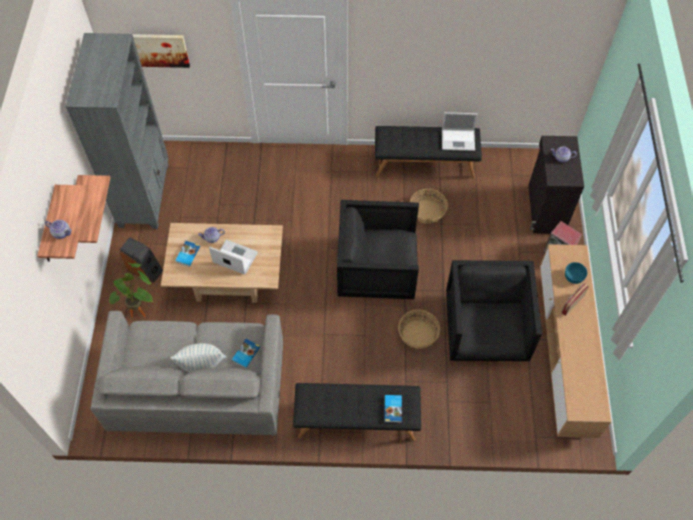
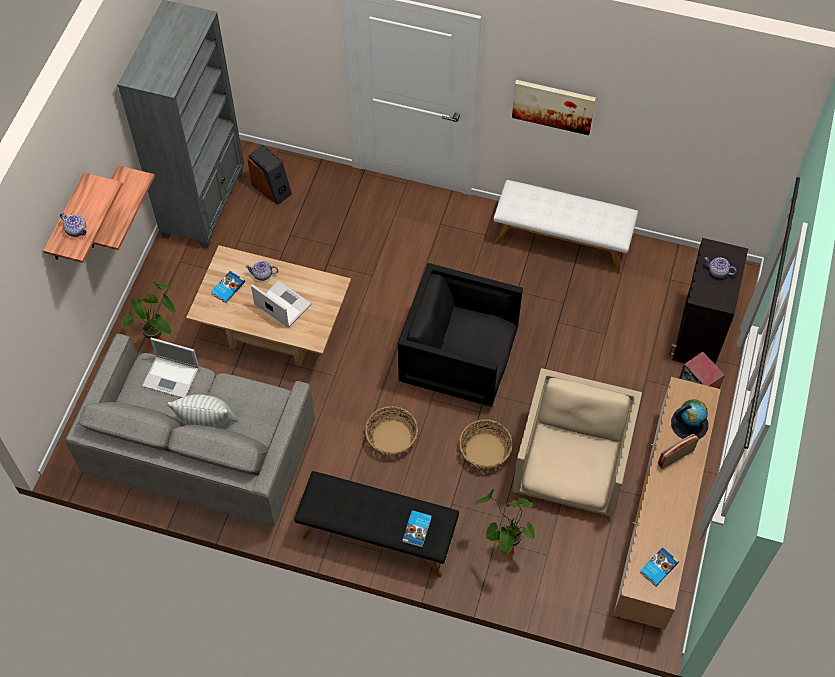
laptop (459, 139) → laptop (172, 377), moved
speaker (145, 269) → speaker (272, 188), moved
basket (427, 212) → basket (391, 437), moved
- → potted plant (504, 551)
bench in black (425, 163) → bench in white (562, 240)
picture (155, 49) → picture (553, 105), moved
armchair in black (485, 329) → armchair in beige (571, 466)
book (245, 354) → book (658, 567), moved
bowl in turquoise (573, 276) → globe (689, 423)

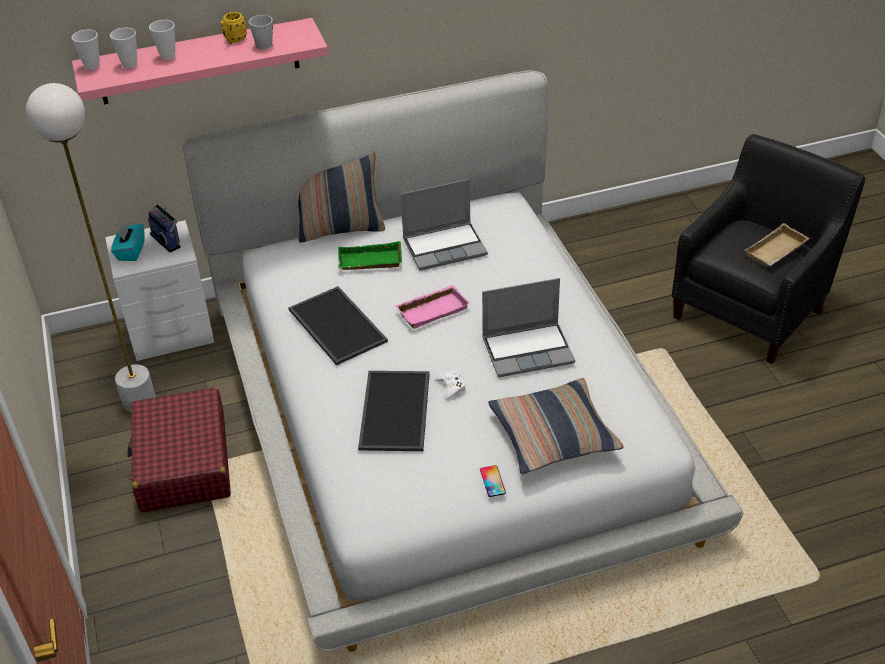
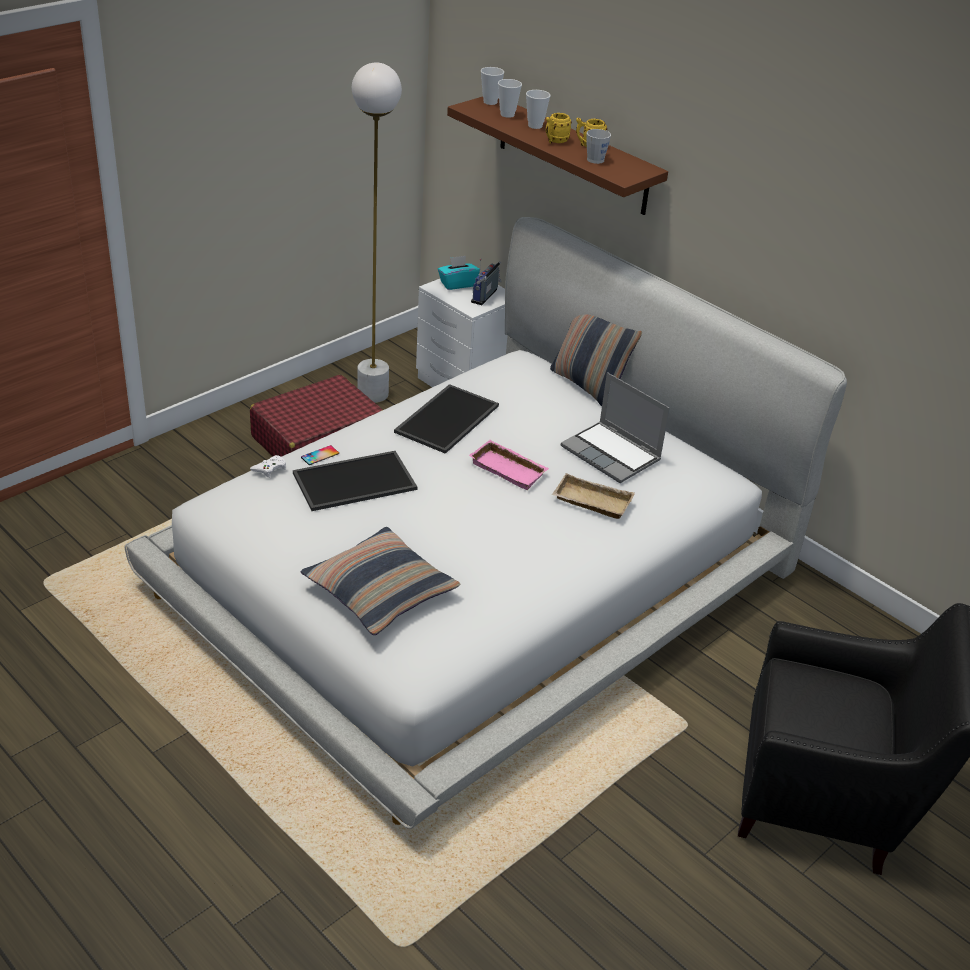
game controller in white (451, 387) → game controller in white (270, 469), moved
phone (492, 481) → phone (320, 455), moved
shelf in pink (199, 62) → shelf in brown (573, 155)
- → mug in yellow (555, 141)
tray in beige (776, 252) → tray in beige (590, 502), moved
tray in green (369, 262) → -
laptop (528, 350) → -

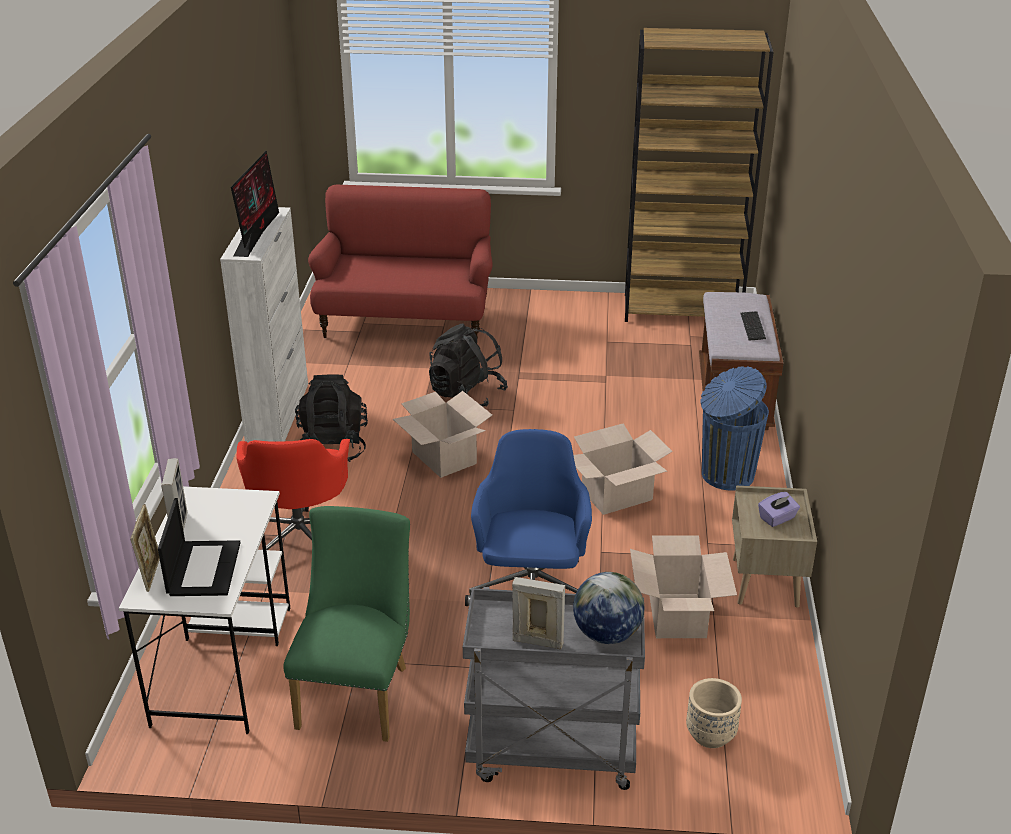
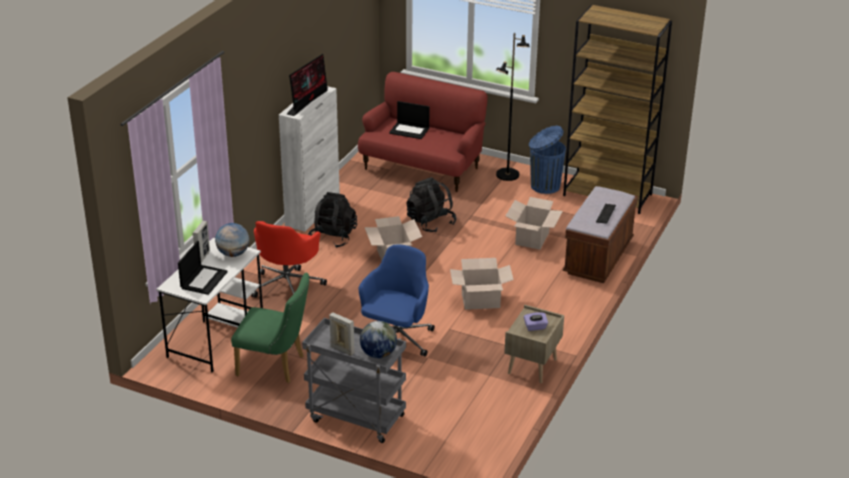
- → globe (233, 254)
chair in green (358, 692) → chair in green (275, 366), 75 degrees clockwise
- → laptop (410, 130)
- → floor lamp in black (507, 175)
cardboard box (676, 616) → cardboard box (532, 238), moved
trash can in blue (725, 475) → trash can in blue (544, 186), moved
picture frame (151, 573) → -
planter in beige (711, 735) → -

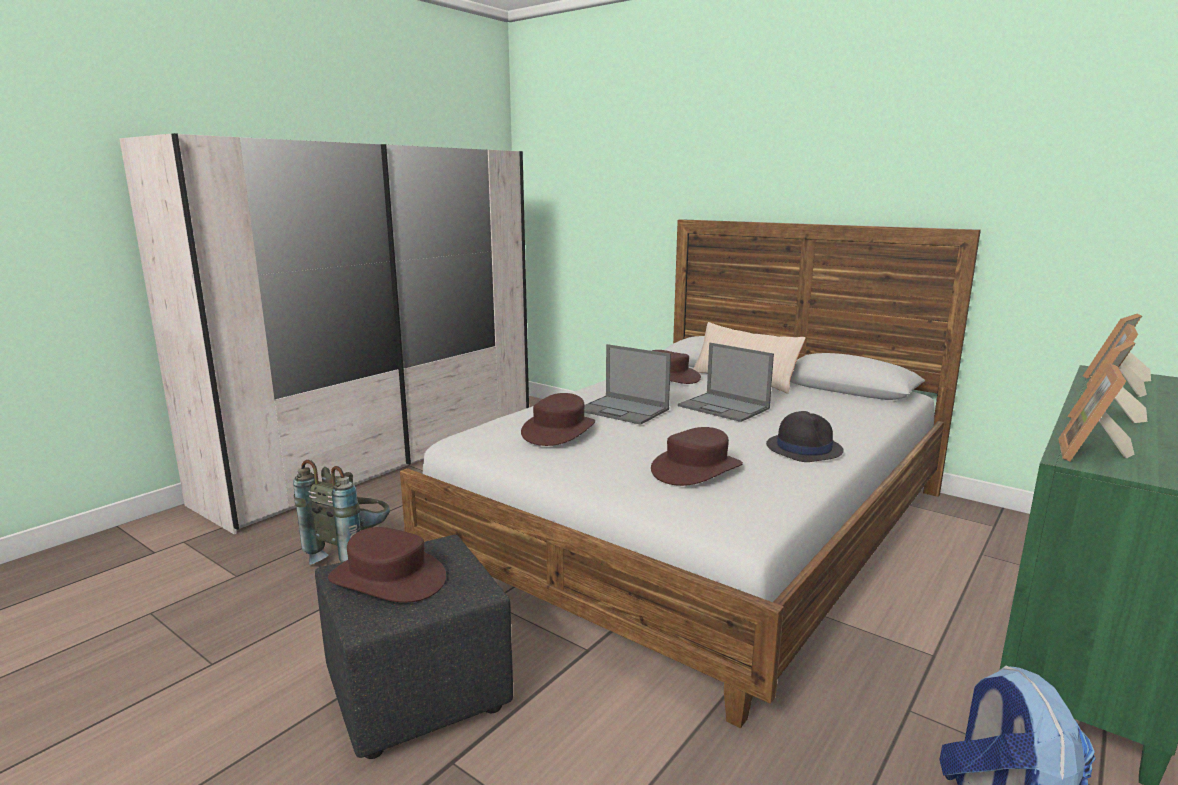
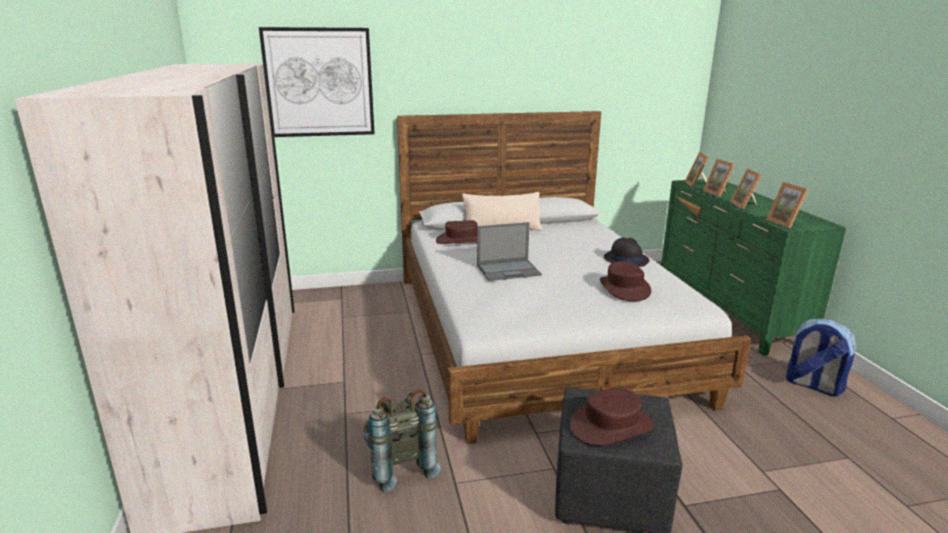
- → picture (319, 83)
hat in brown (559, 430) → -
laptop (724, 407) → -

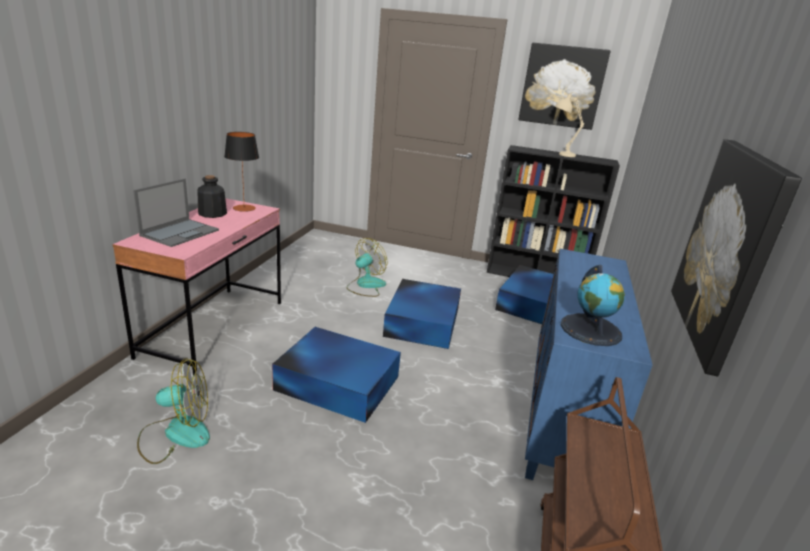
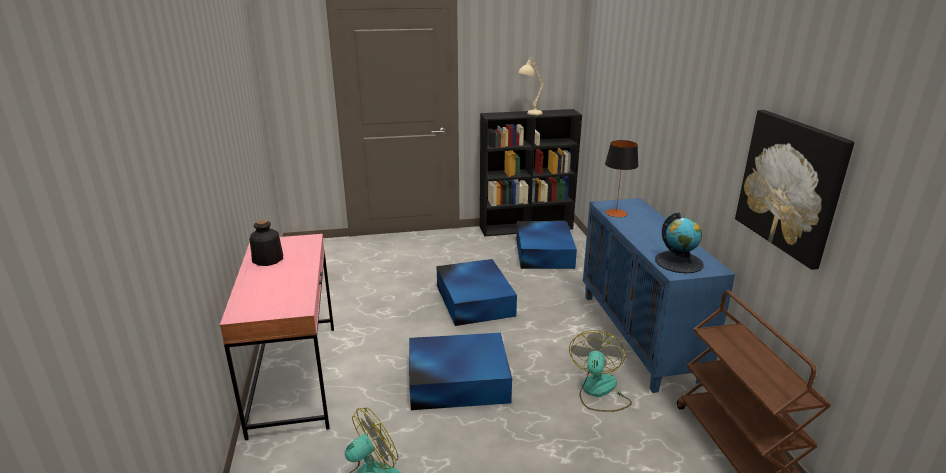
fan (365, 285) → fan (598, 392), moved
table lamp (244, 208) → table lamp (616, 213), moved
laptop (180, 232) → -
picture (562, 86) → -

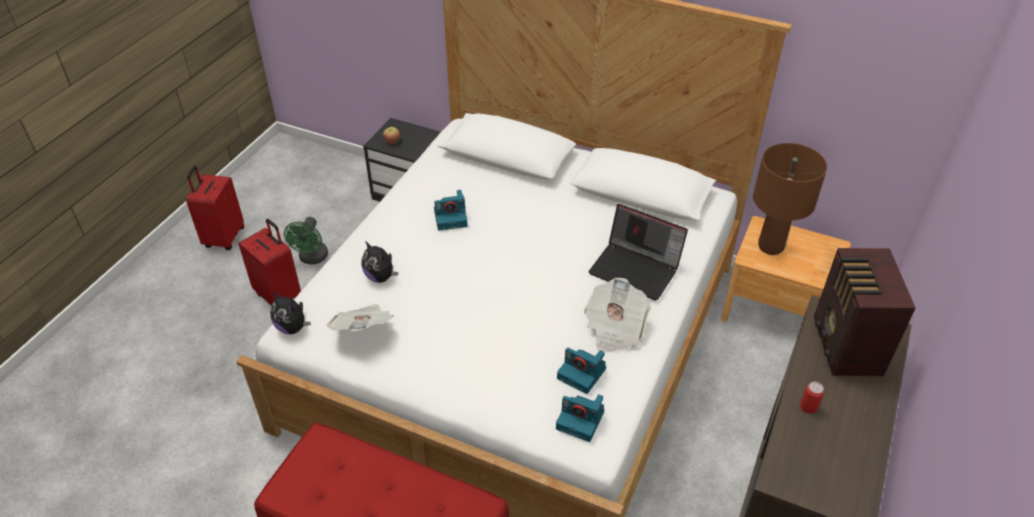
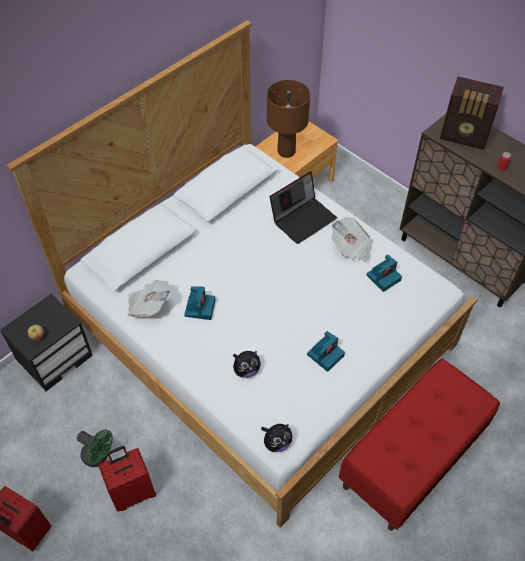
newspaper (363, 329) → newspaper (149, 305), moved
photo camera (581, 420) → photo camera (325, 354), moved

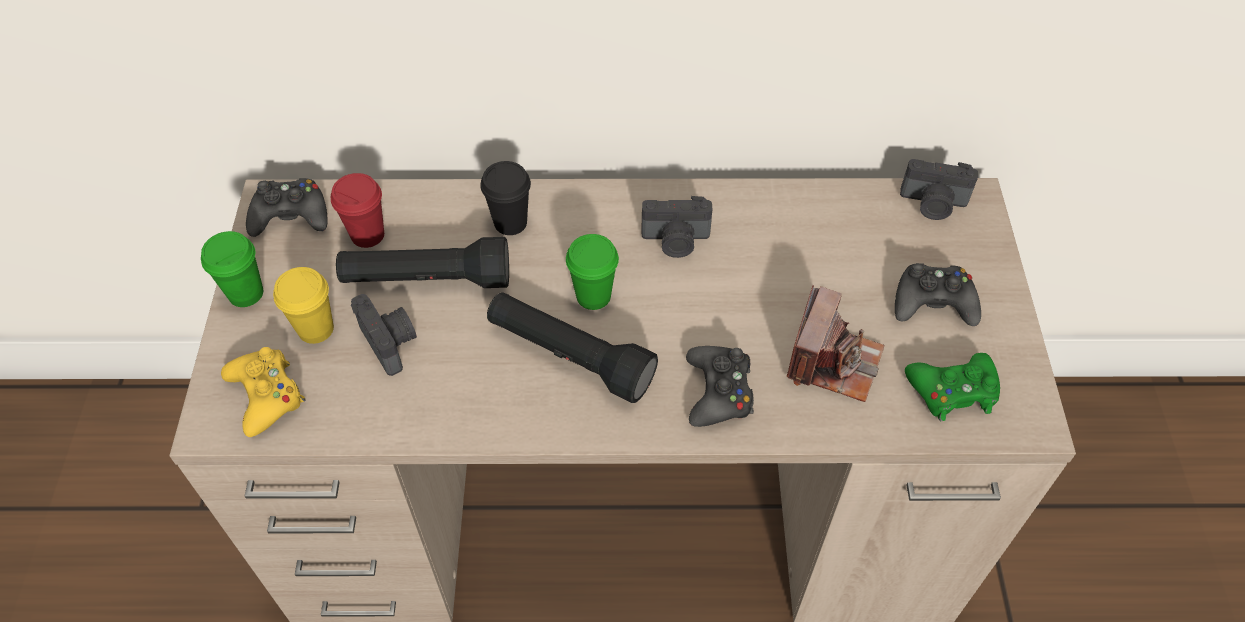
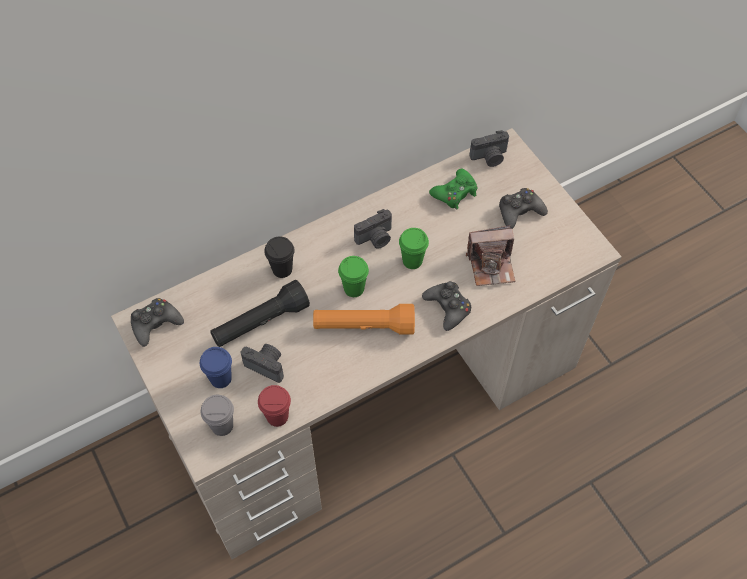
cup in yellow (316, 329) → cup in blue (221, 378)
game controller in yellow (267, 395) → cup in grey (222, 426)
cup in red (367, 235) → cup in red (277, 416), moved
flashlight in black (569, 356) → flashlight in orange (364, 326)
cup in green (246, 293) → cup in green (412, 261), moved
game controller in green (953, 391) → game controller in green (455, 193), moved
photo camera (832, 361) → photo camera (491, 265), 90 degrees clockwise

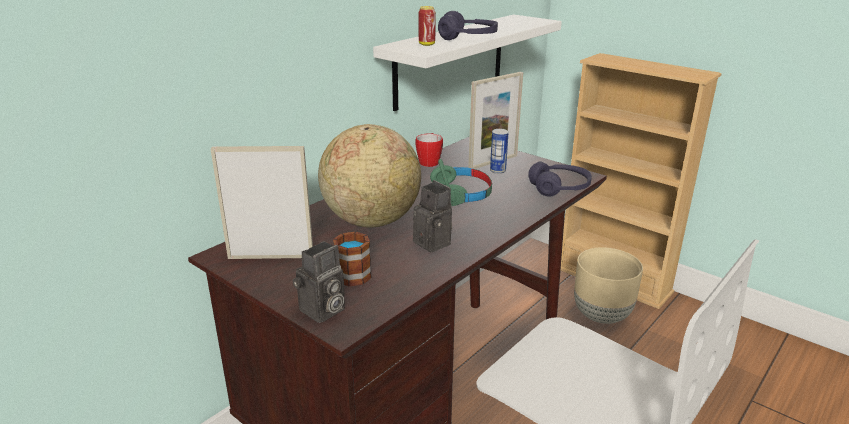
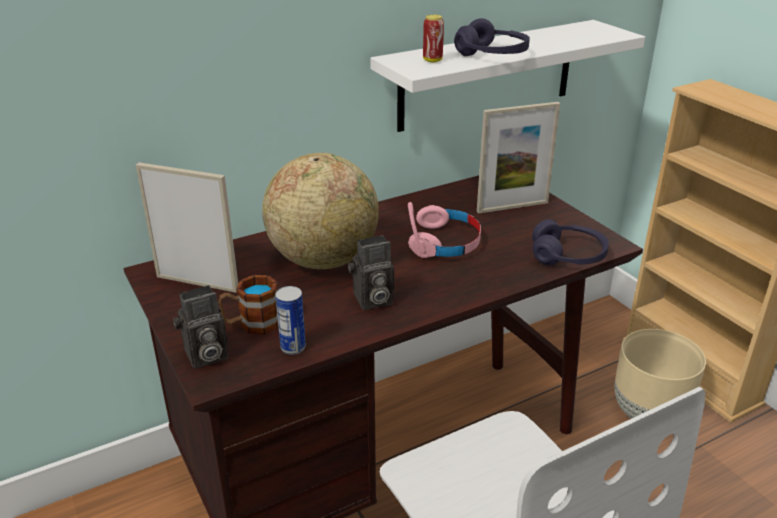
can (497, 170) → can (293, 347), moved
photo camera (435, 243) → photo camera (371, 300), 90 degrees clockwise
headphones in green (461, 193) → headphones in pink (445, 243)
mug (429, 161) → -

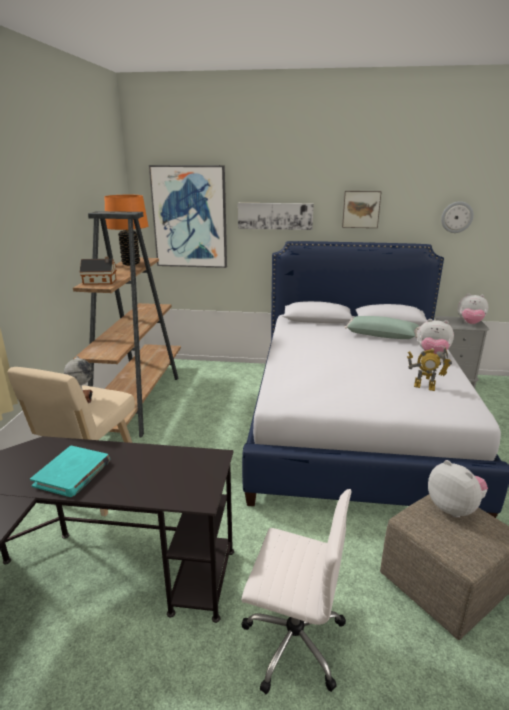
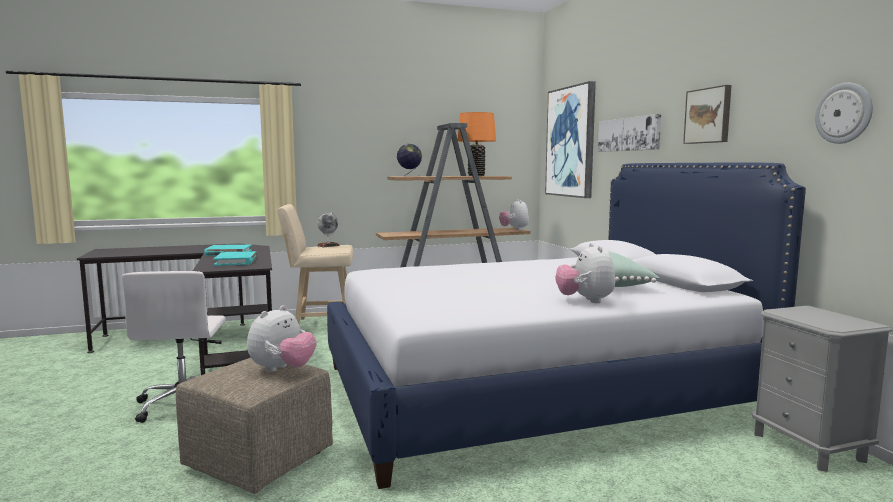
- → book in turquoise (236, 261)
toy house (101, 282) → globe (409, 176)
plush toy (470, 324) → plush toy (514, 229), moved
toy robot (424, 387) → -

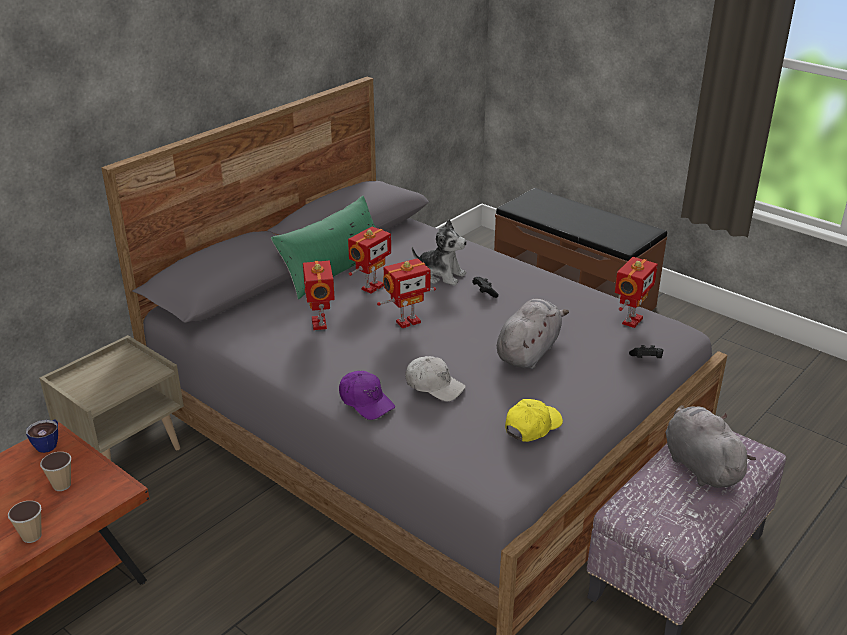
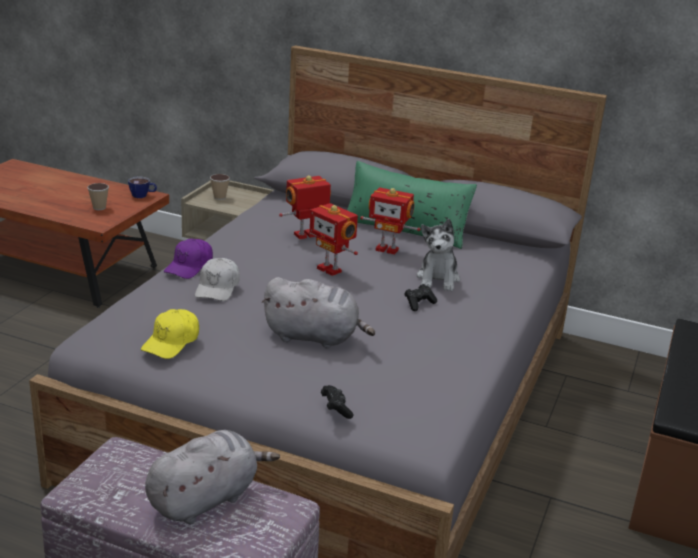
cap in yellow (532, 426) → cap in yellow (172, 342), 90 degrees clockwise
cup (32, 536) → cup (219, 197), moved
toy robot (630, 320) → -

